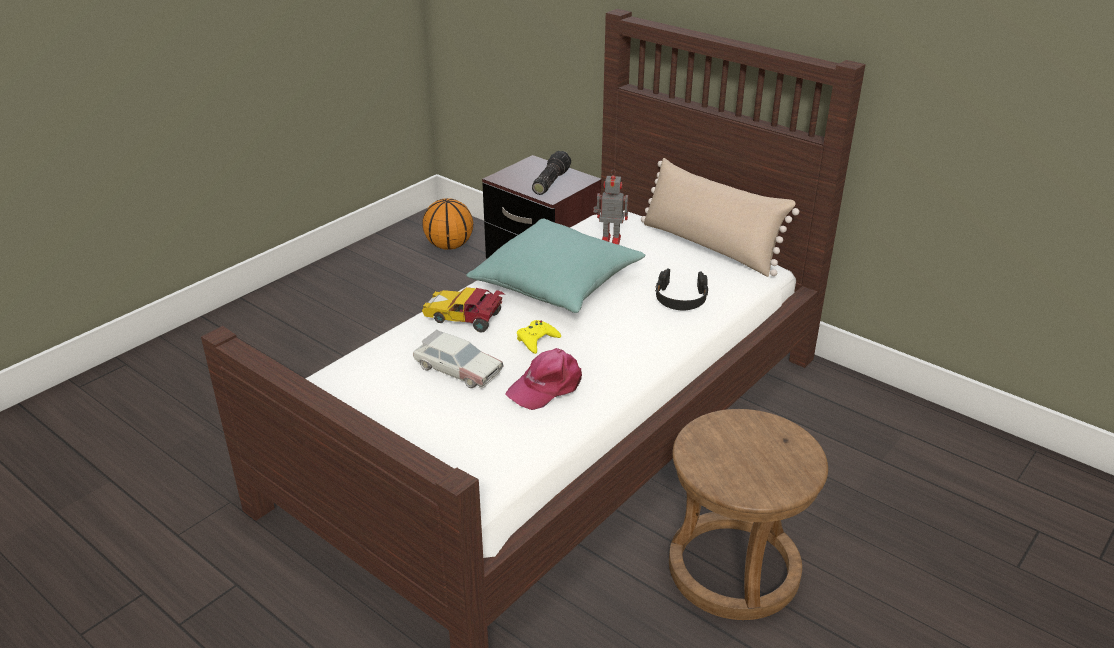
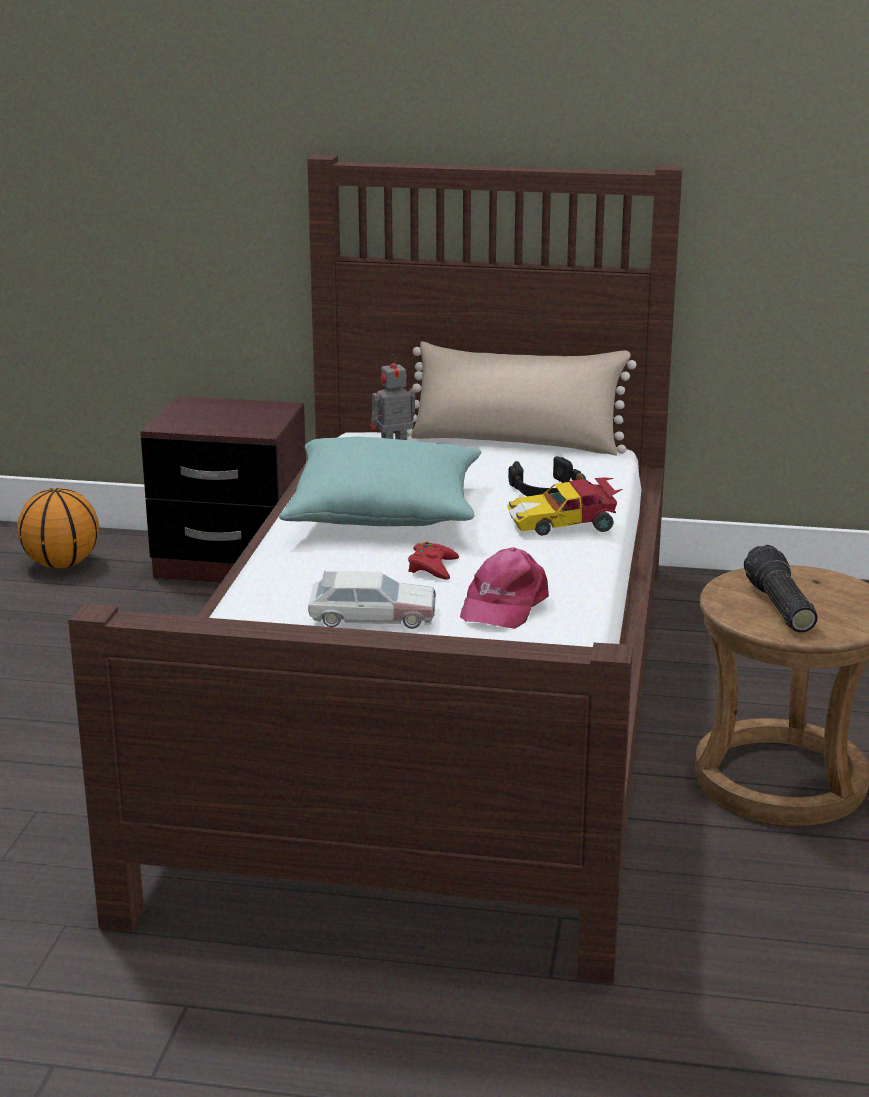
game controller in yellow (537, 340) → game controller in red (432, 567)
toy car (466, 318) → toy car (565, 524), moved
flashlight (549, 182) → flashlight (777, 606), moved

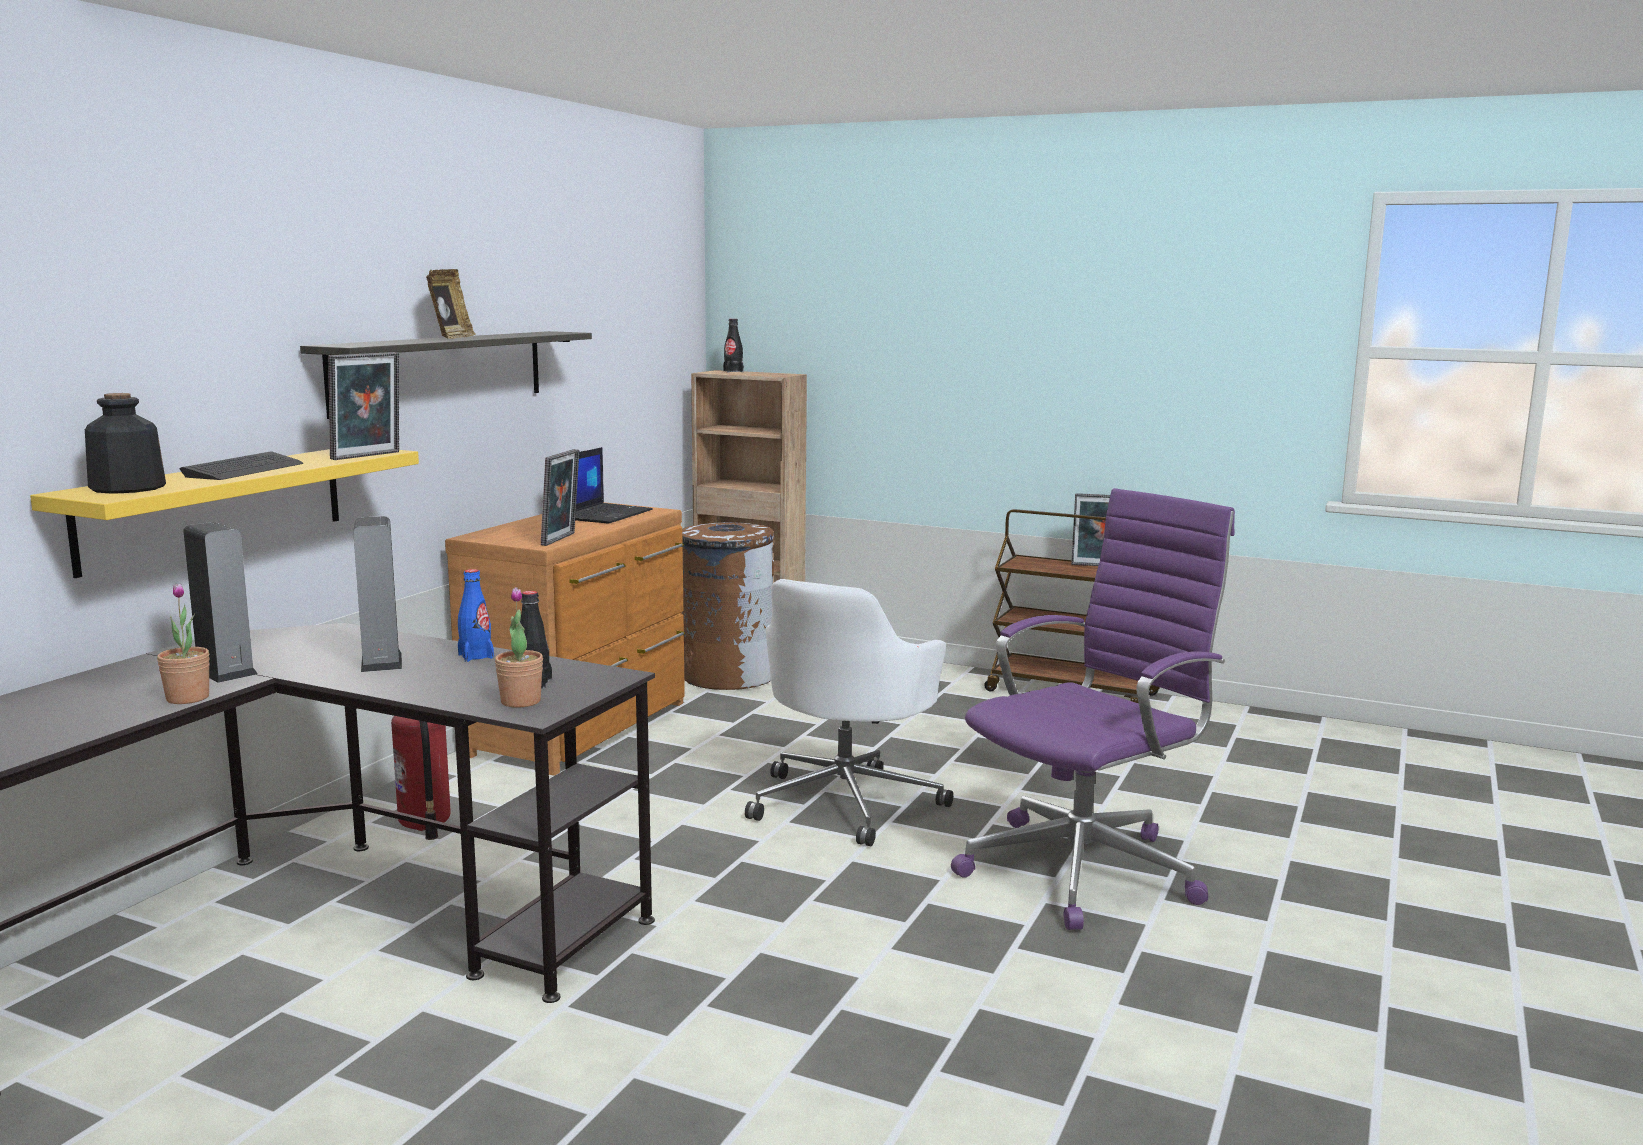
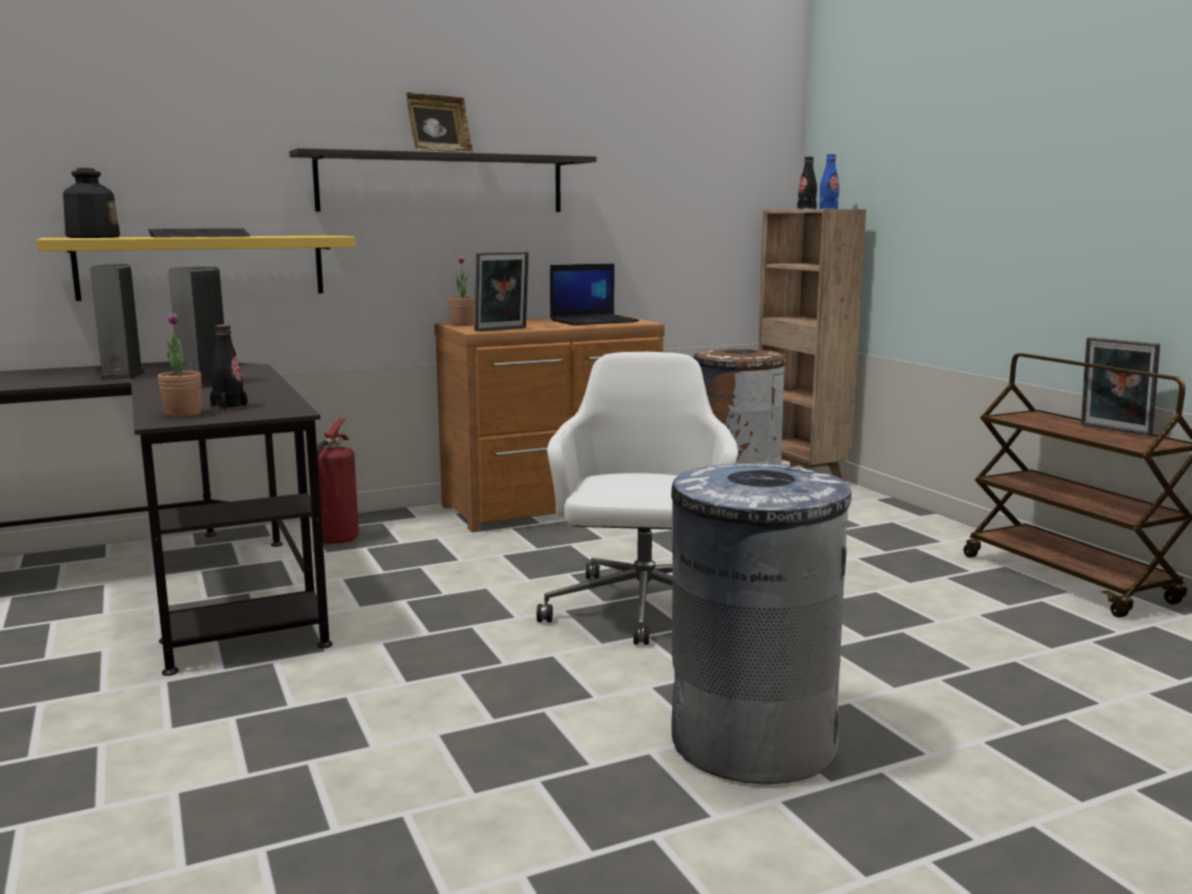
potted plant (187, 698) → potted plant (462, 325), moved
office chair in white (846, 802) → office chair in white (641, 610), 120 degrees clockwise
office chair in purple (1086, 869) → trash can in grey (752, 740)
bottle in blue (476, 656) → bottle in blue (828, 208), moved
picture frame (368, 456) → -

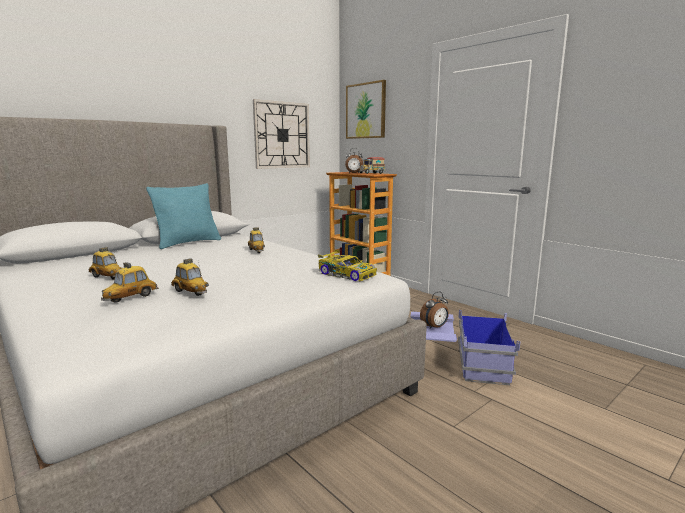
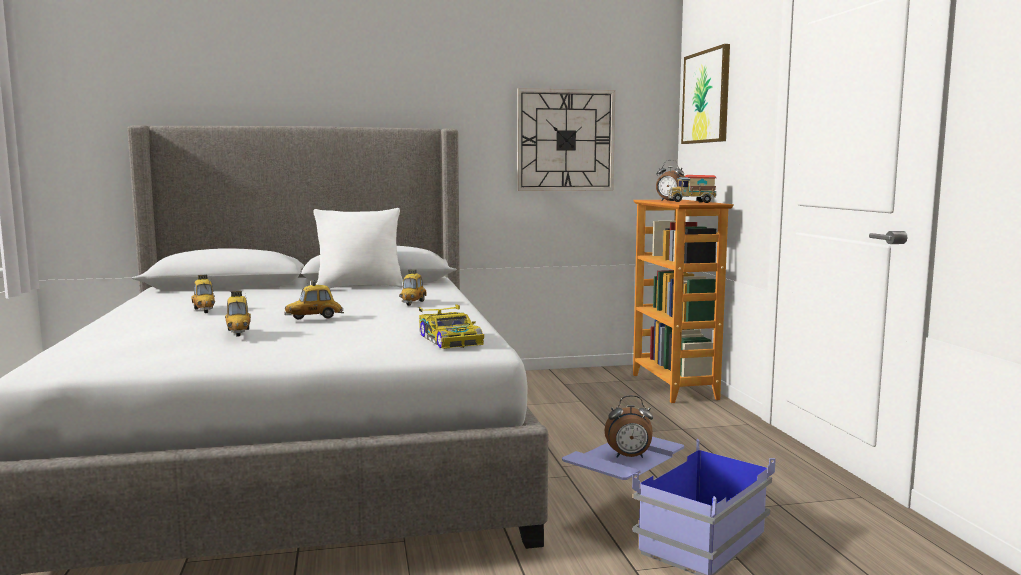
toy car (131, 298) → toy car (314, 318), moved
pillow in turquoise (188, 243) → pillow in white (360, 287)

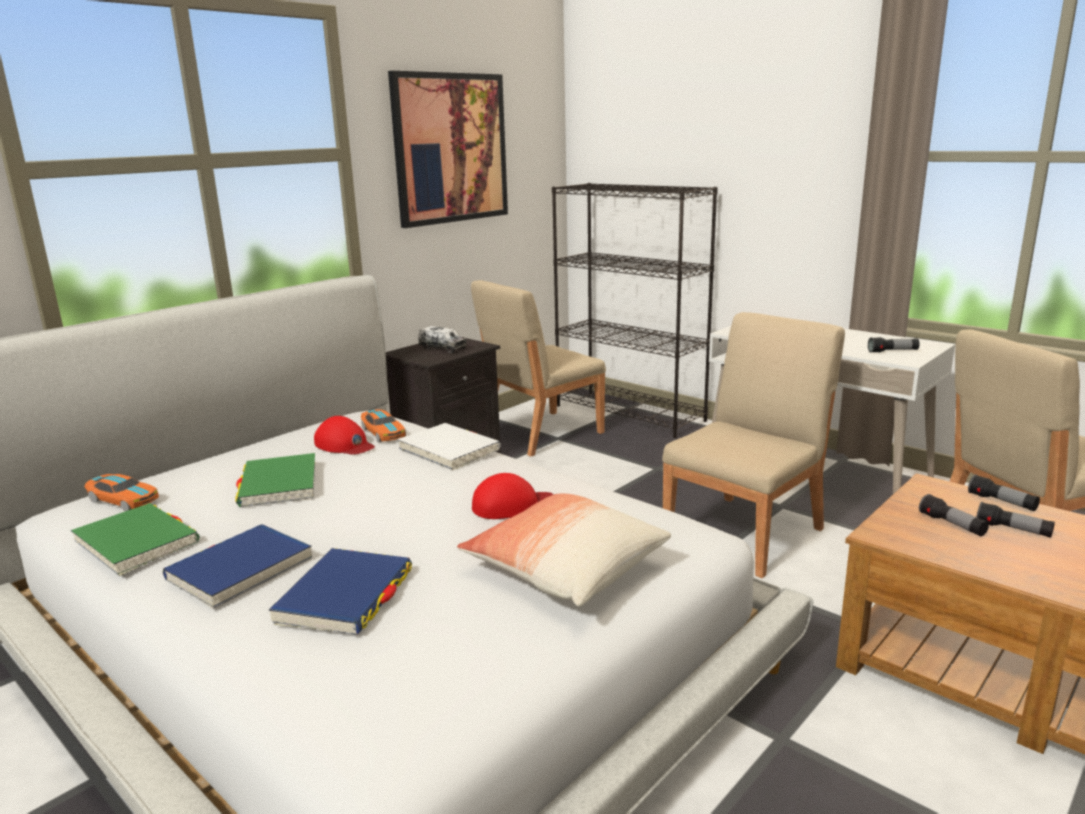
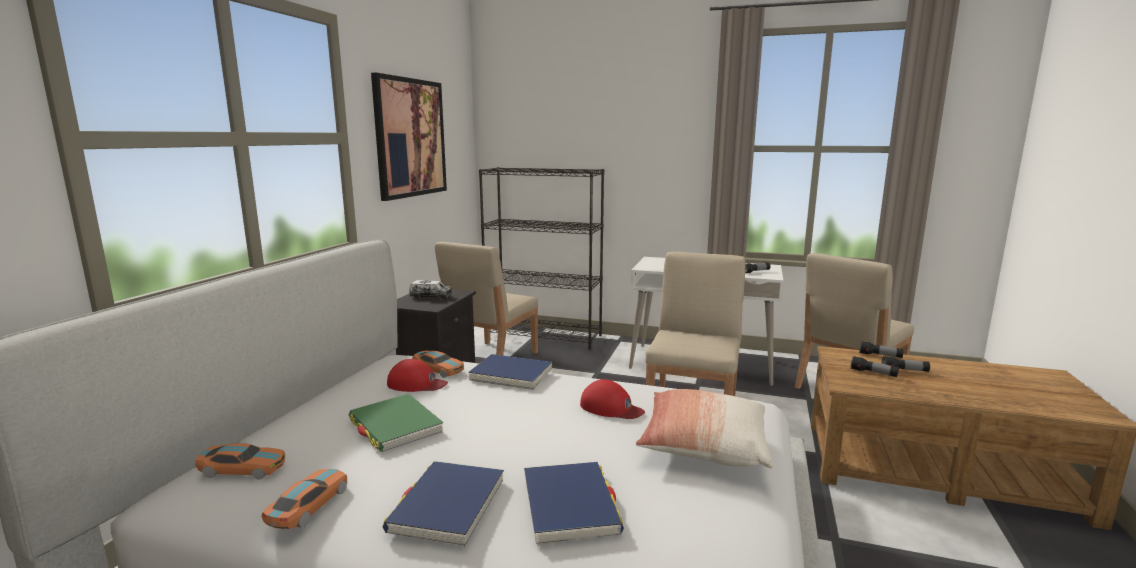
book in green (137, 543) → toy car (308, 506)
book in white (449, 450) → book in blue (511, 375)
cap in red (511, 505) → cap in red (611, 408), 75 degrees clockwise

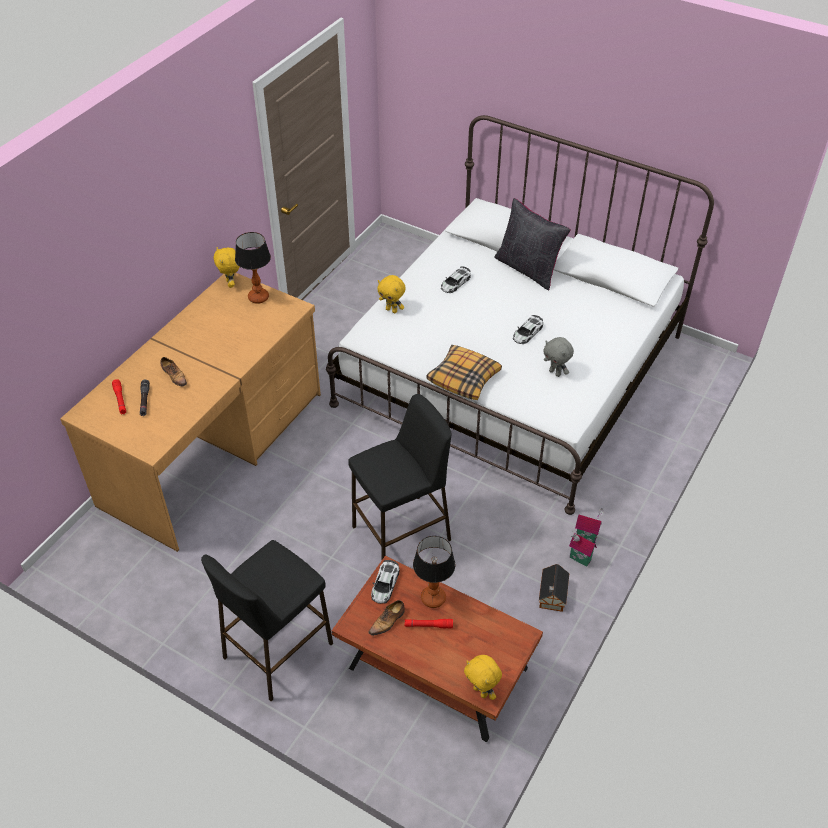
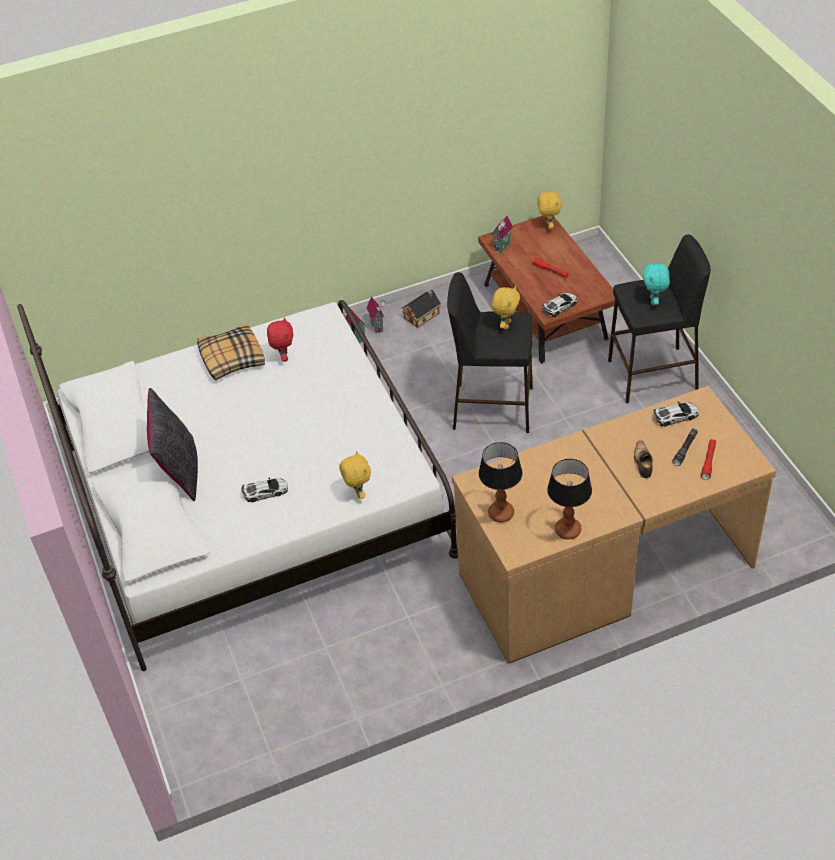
pillow (464, 378) → pillow (231, 358), moved
plush toy in grey (555, 373) → plush toy in red (283, 357)
- → toy house (503, 247)
plush toy in yellow (231, 284) → plush toy in yellow (505, 324), moved
table lamp (433, 599) → table lamp (568, 530), moved
- → plush toy in turquoise (654, 301)
toy car (527, 333) → toy car (675, 416), moved
shoe (388, 621) → -

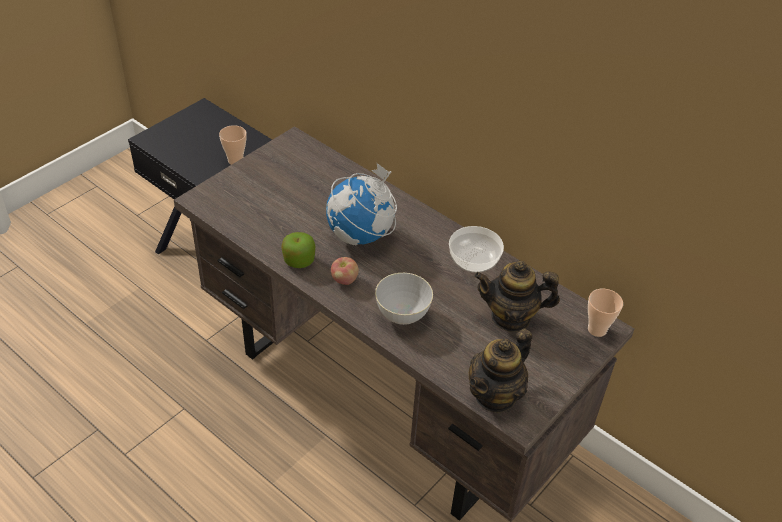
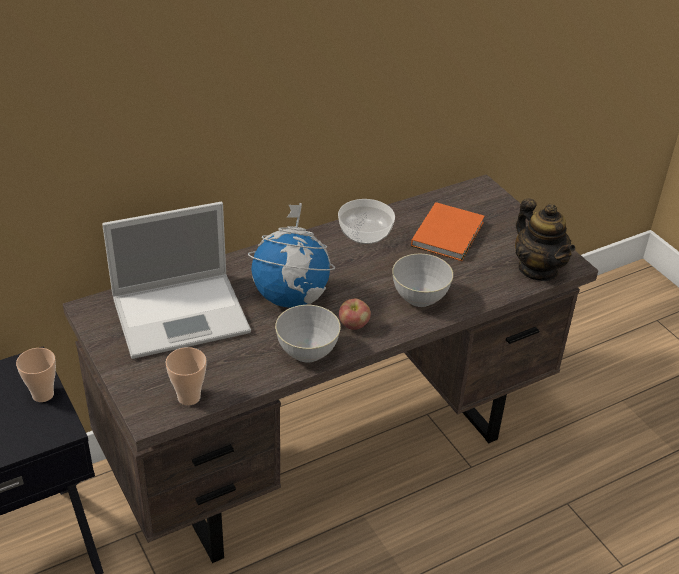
- → laptop (183, 314)
cup (597, 329) → cup (189, 397), moved
apple (299, 260) → bowl in grey (307, 352)
teapot (511, 317) → book in orange (449, 233)

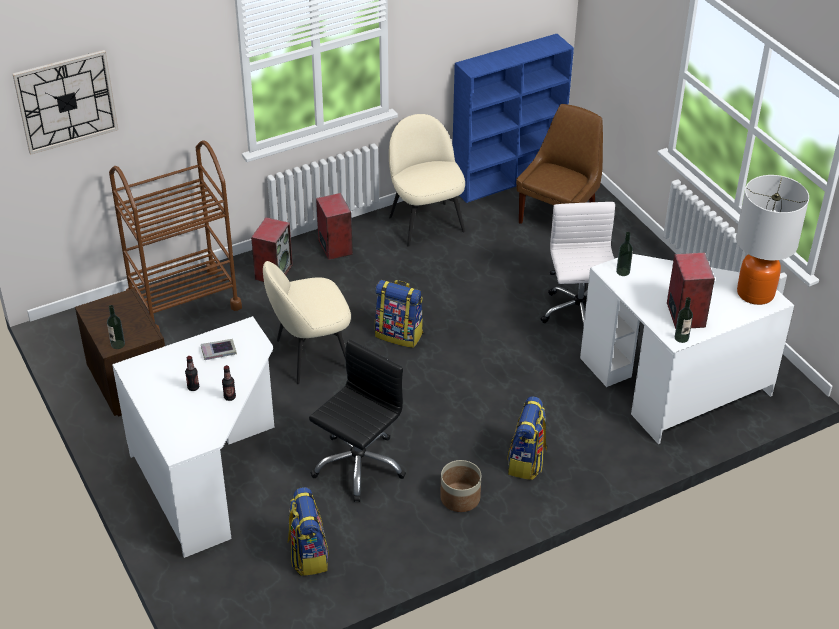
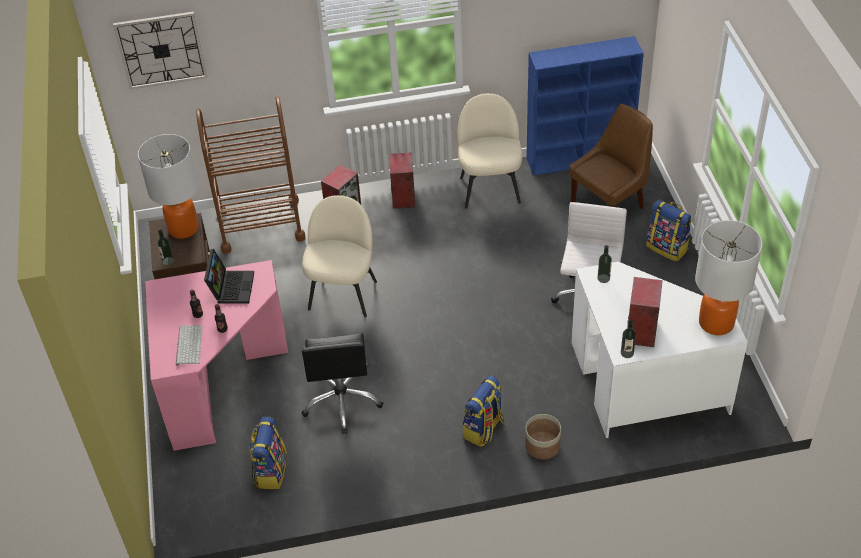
- → table lamp (183, 228)
desk in white (209, 476) → desk in pink (220, 384)
- → keyboard (188, 344)
book (218, 352) → laptop (231, 287)
office chair in black (358, 465) → office chair in black (342, 401), 120 degrees clockwise
chair in beige (310, 355) → chair in beige (343, 293), 105 degrees clockwise
planter (459, 498) → planter (542, 446), moved
backpack (399, 334) → backpack (667, 248), moved

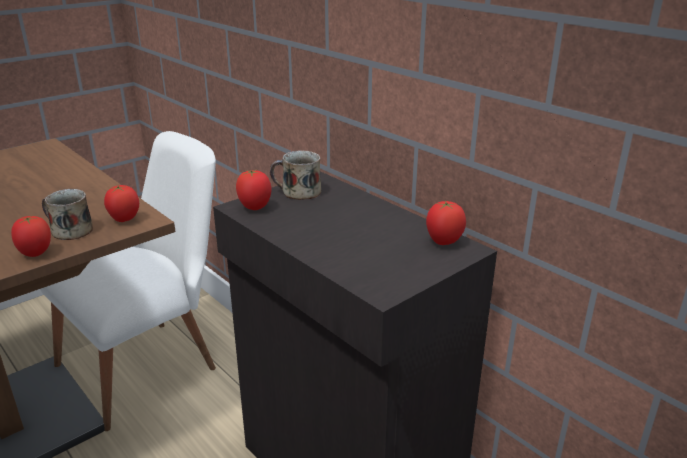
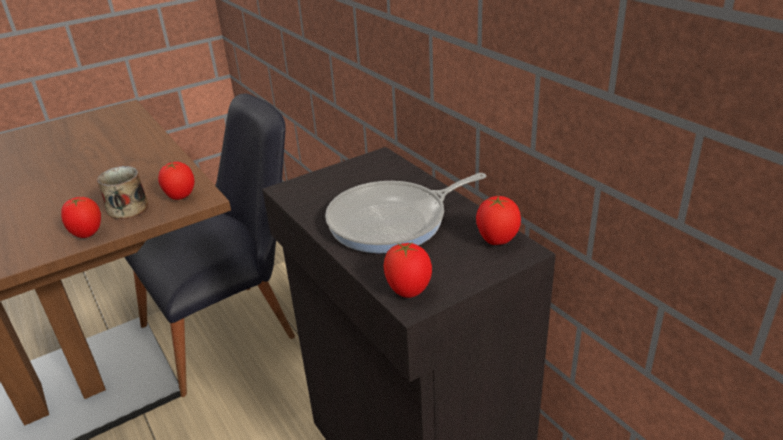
chair in white (152, 364) → chair in black (234, 329)
- → frying pan (393, 221)
tomato (255, 208) → tomato (409, 291), moved
mug (299, 192) → -

